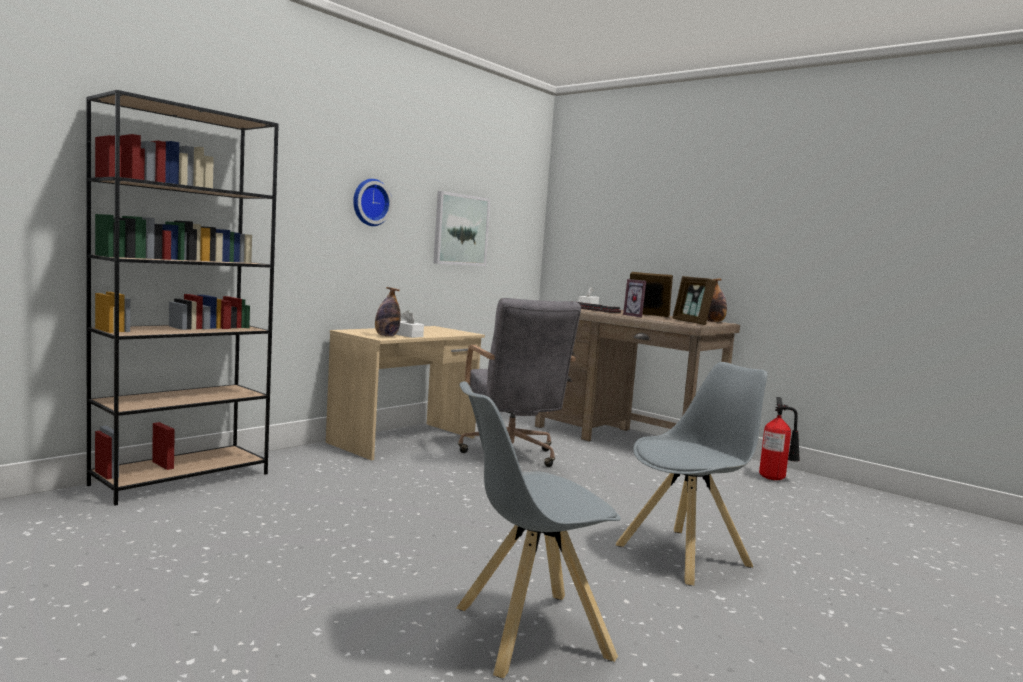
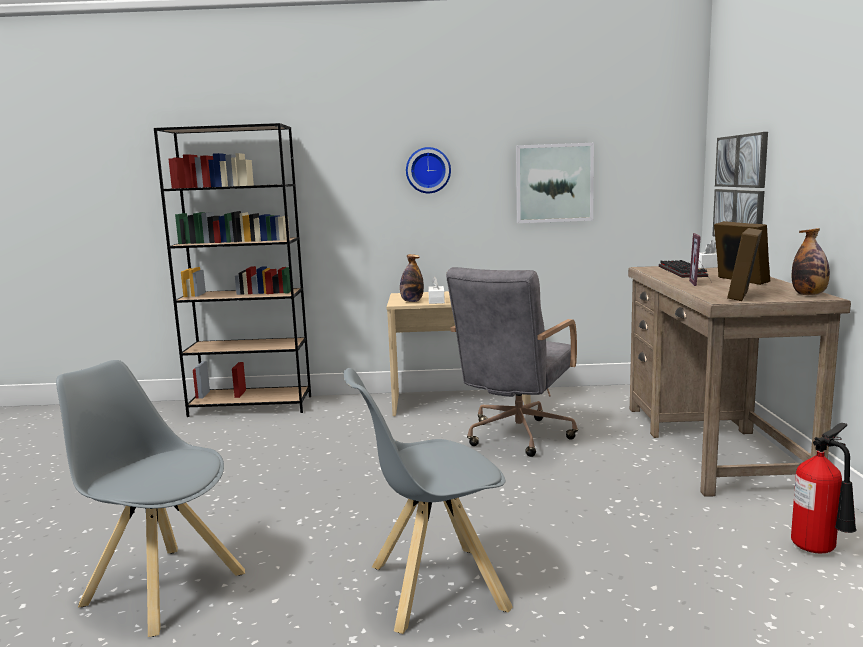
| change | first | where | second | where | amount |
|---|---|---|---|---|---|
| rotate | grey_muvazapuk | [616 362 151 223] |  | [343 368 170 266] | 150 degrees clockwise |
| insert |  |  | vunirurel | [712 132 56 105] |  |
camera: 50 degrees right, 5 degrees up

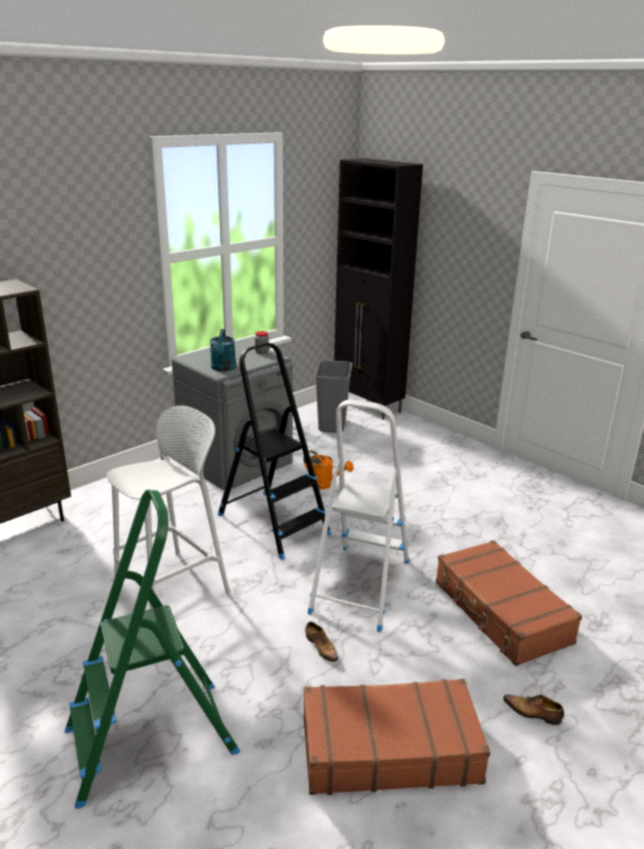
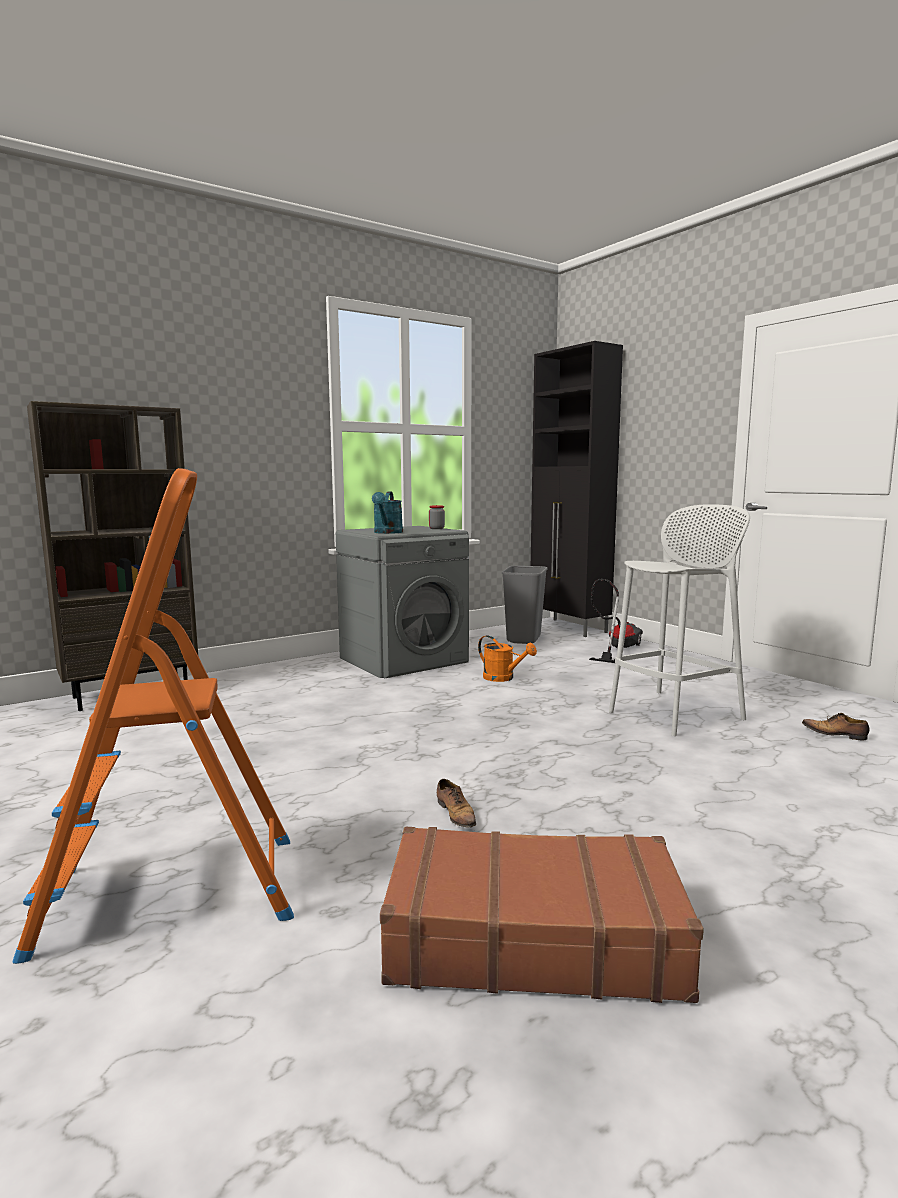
| change | first | where | second | where | amount |
|---|---|---|---|---|---|
| delete | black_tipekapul | [218 343 113 217] |  |  |  |
| delete | white_tipekapul | [308 400 101 232] |  |  |  |
| move | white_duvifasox | [107 406 123 203] |  | [609 504 141 232] |  |
| recolor | green_tipekapul | [65 489 175 320] | orange_tipekapul | [12 468 282 496] |  |
| delete | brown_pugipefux | [436 540 146 126] |  |  |  |
| move | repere | [503 694 61 31] |  | [802 713 68 28] |  |
| insert |  |  | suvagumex | [589 579 54 84] |  |
camera: 10 degrees right, 15 degrees down

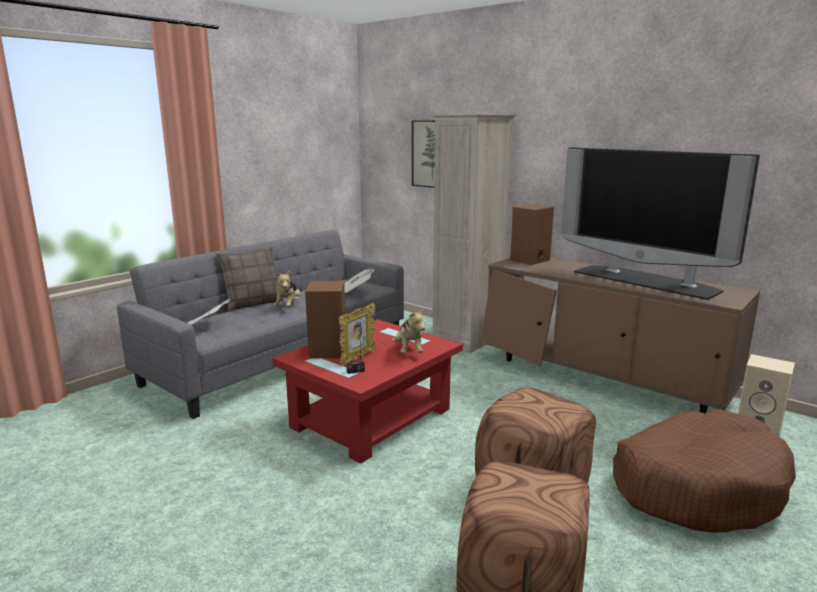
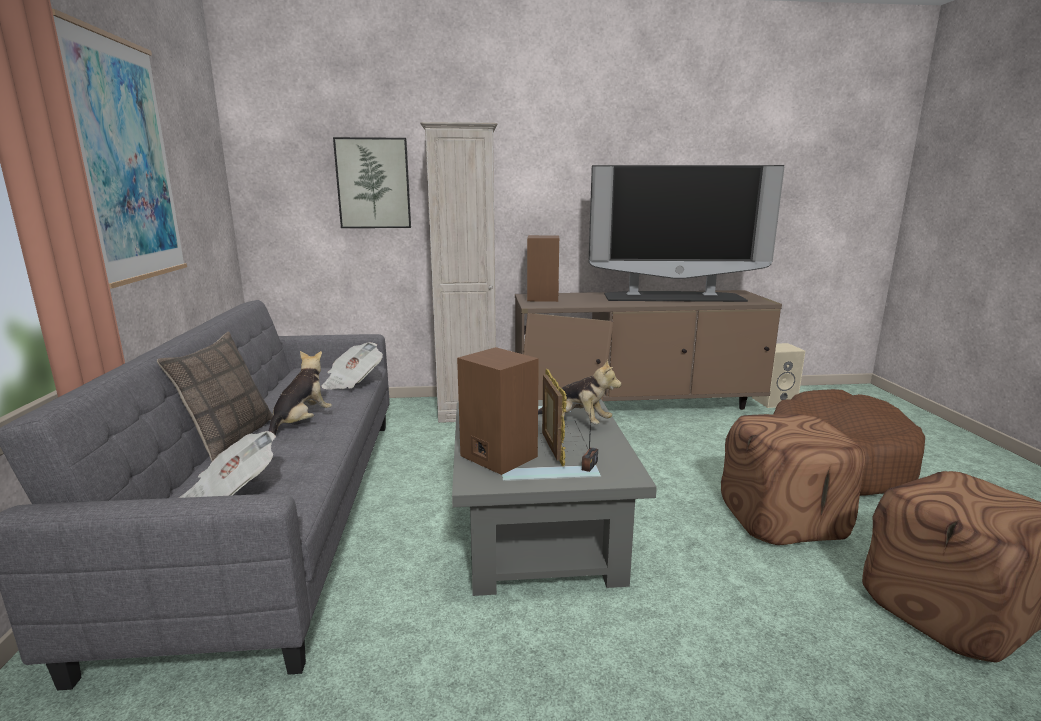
| change | first | where | second | where | amount |
|---|---|---|---|---|---|
| rotate | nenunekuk | [273 271 28 36] |  | [269 351 63 84] | 120 degrees counterclockwise |
| recolor | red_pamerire | [272 319 191 145] | grey_pamerire | [452 399 205 197] |  |
| insert |  |  | vunirurel | [52 9 135 280] |  |
camera: 45 degrees left, 0 degrees up

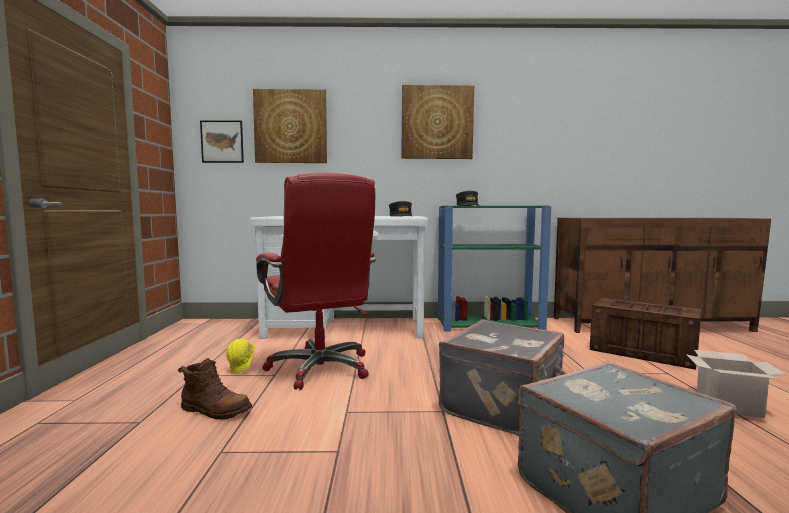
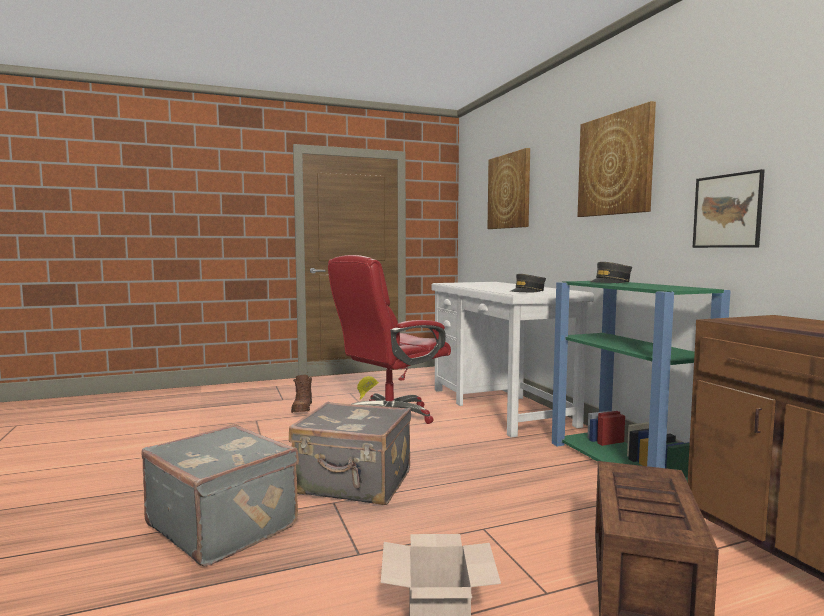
| change | first | where | second | where | amount |
|---|---|---|---|---|---|
| move | vunirurel | [200 120 44 43] |  | [693 169 72 79] |  |
camera: 70 degrees right, 0 degrees up

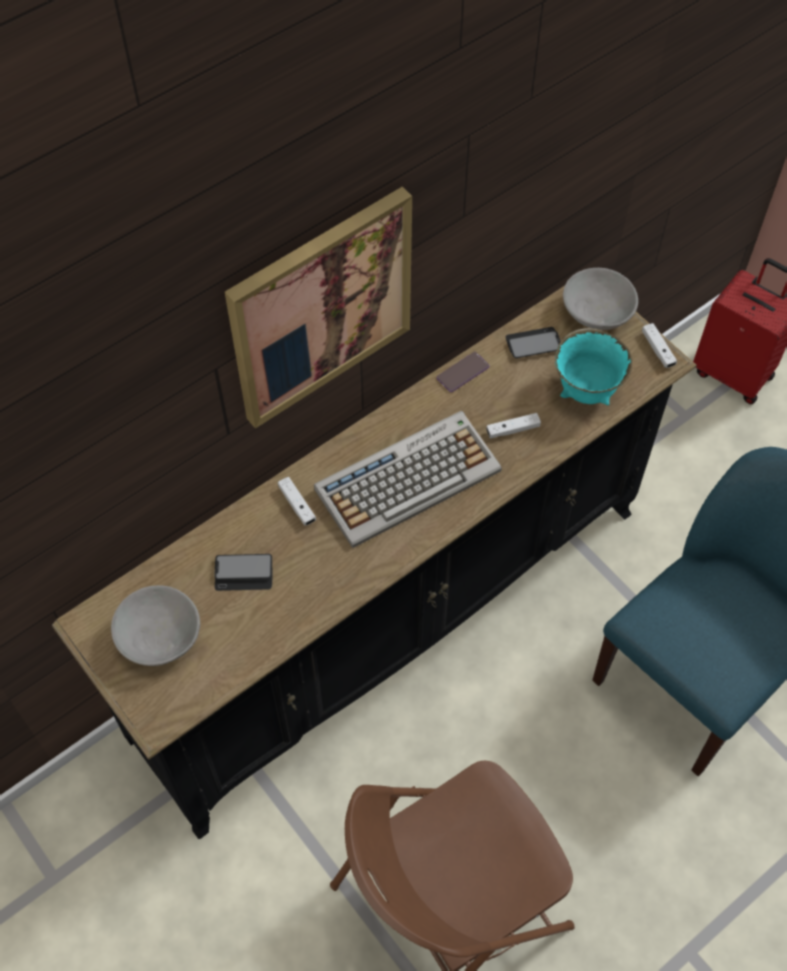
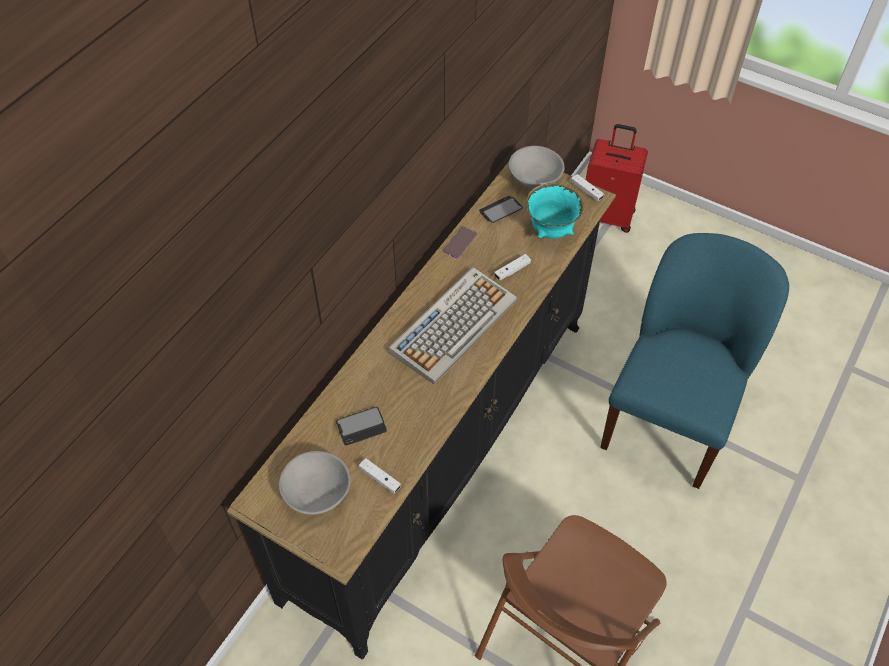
| change | first | where | second | where | amount |
|---|---|---|---|---|---|
| delete | vunirurel | [225 187 187 242] |  |  |  |
| move | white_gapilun | [278 477 38 49] |  | [359 458 42 36] |  |
camera: 20 degrees left, 5 degrees down

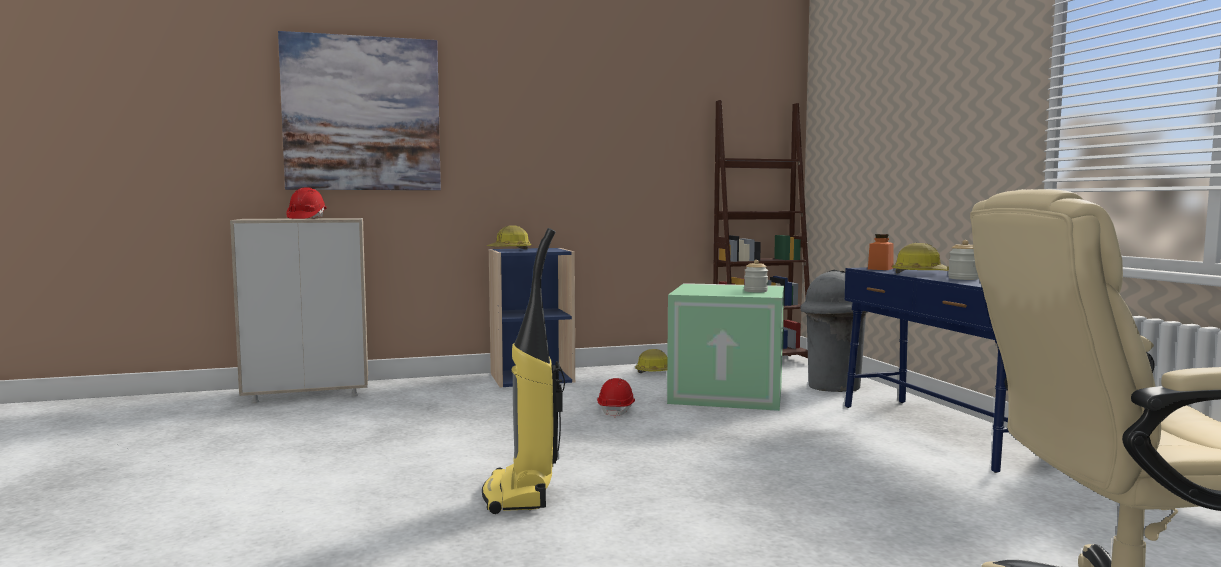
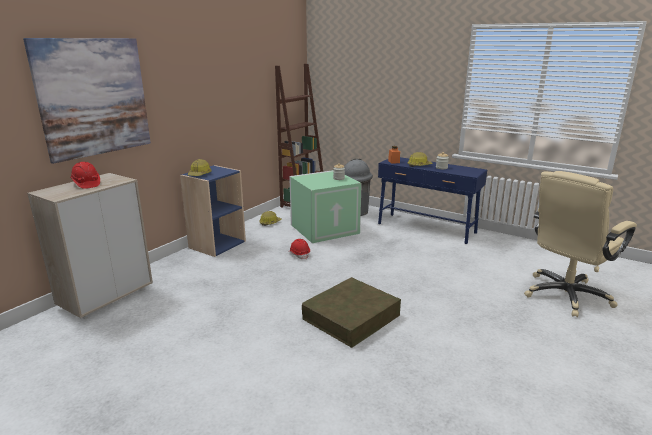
| change | first | where | second | where | amount |
|---|---|---|---|---|---|
| replace | suvagumex | [482 228 83 286] | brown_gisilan | [302 277 99 71] |  |
camera: 40 degrees left, 15 degrees up

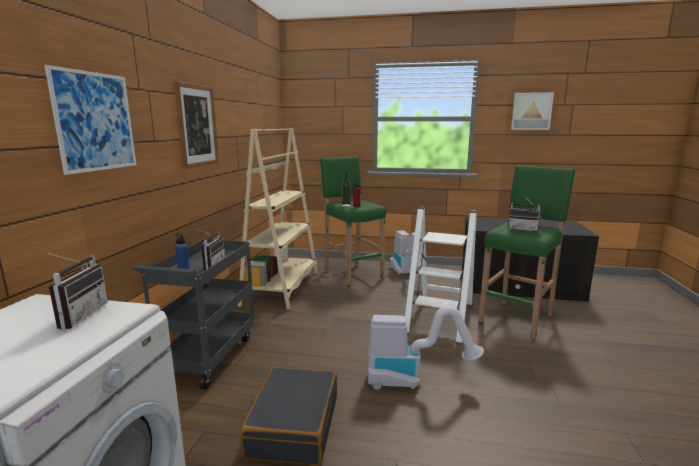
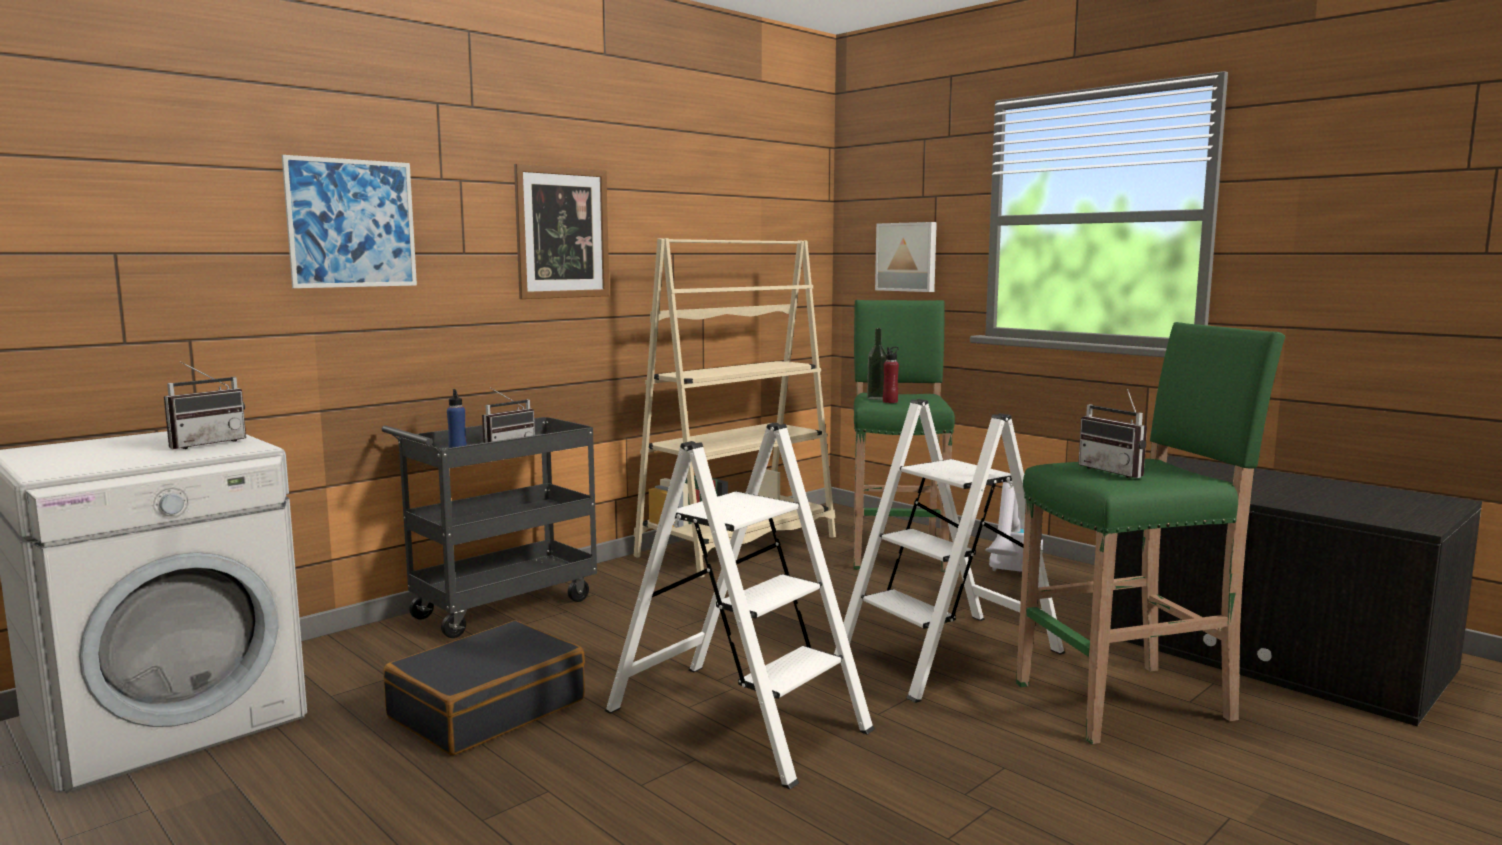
| change | first | where | second | where | amount |
|---|---|---|---|---|---|
| move | vunirurel | [511 92 43 38] |  | [875 222 62 70] |  |
| replace | suvagumex | [368 306 116 84] | white_tipekapul | [605 423 270 366] |  |
camera: 35 degrees right, 5 degrees down

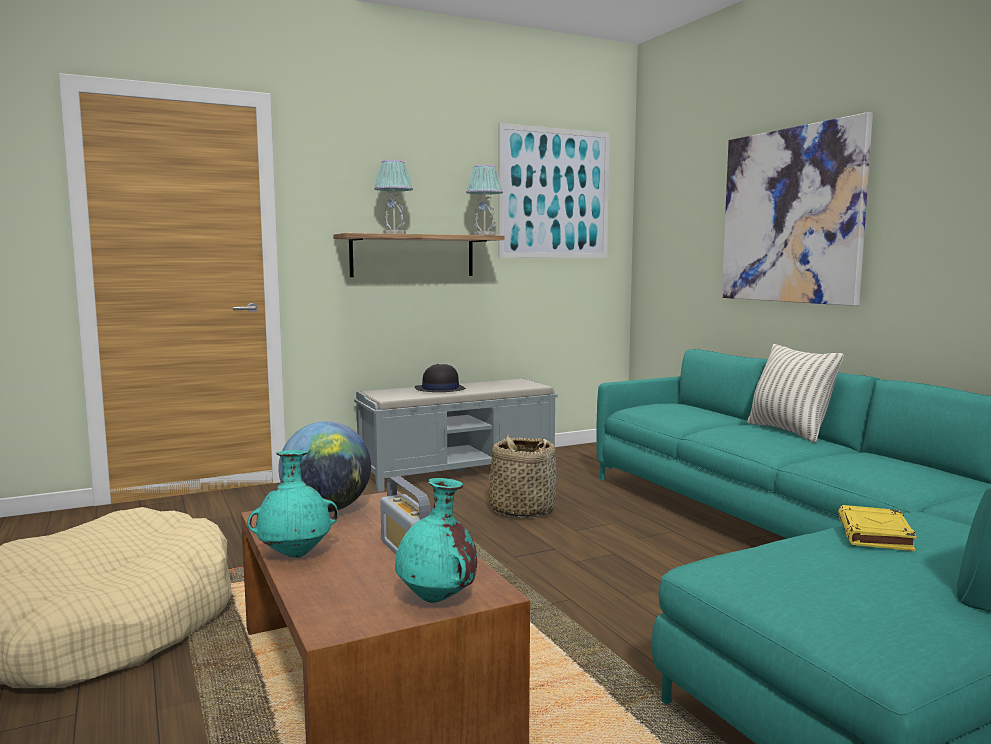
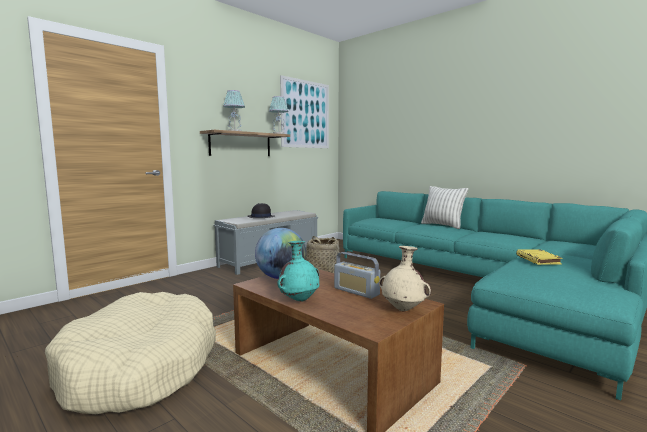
| change | first | where | second | where | amount |
|---|---|---|---|---|---|
| delete | vunirurel | [722 112 151 194] |  |  |  |
| recolor | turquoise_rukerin | [395 478 82 125] | beige_rukerin | [379 246 52 66] |  |
camera: 20 degrees left, 0 degrees up

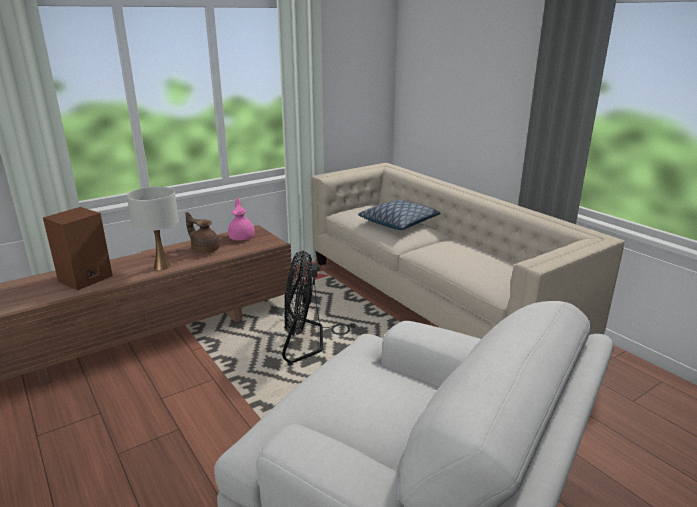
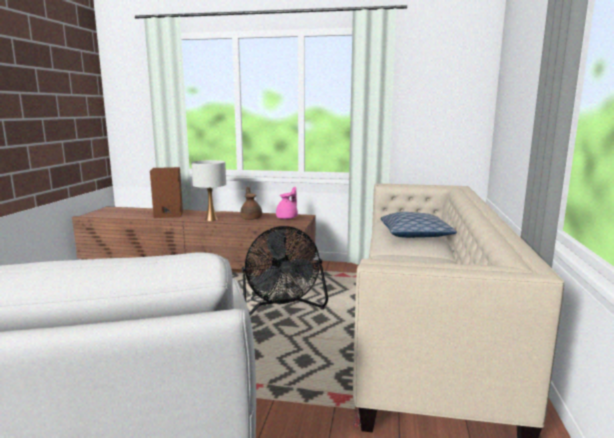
| change | first | where | second | where | amount |
|---|---|---|---|---|---|
| rotate | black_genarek | [282 250 75 116] |  | [242 226 86 90] | 150 degrees counterclockwise |
camera: 45 degrees right, 10 degrees down

